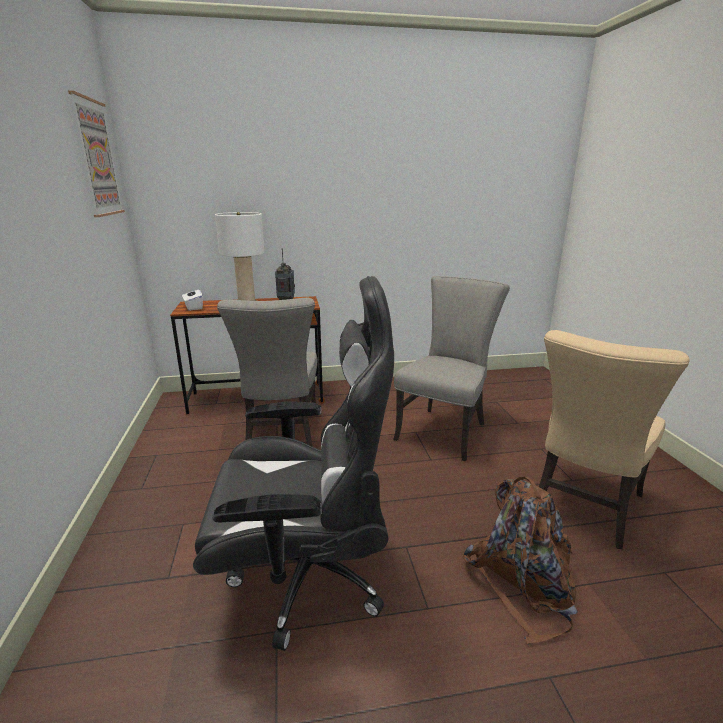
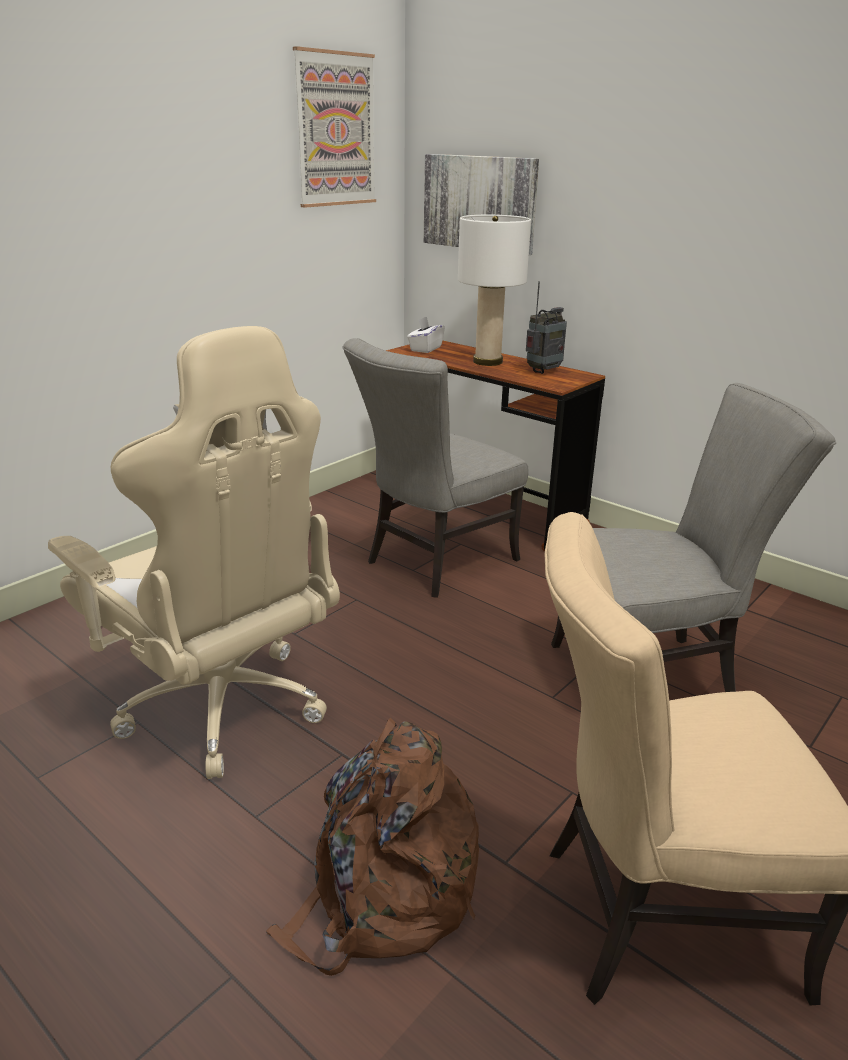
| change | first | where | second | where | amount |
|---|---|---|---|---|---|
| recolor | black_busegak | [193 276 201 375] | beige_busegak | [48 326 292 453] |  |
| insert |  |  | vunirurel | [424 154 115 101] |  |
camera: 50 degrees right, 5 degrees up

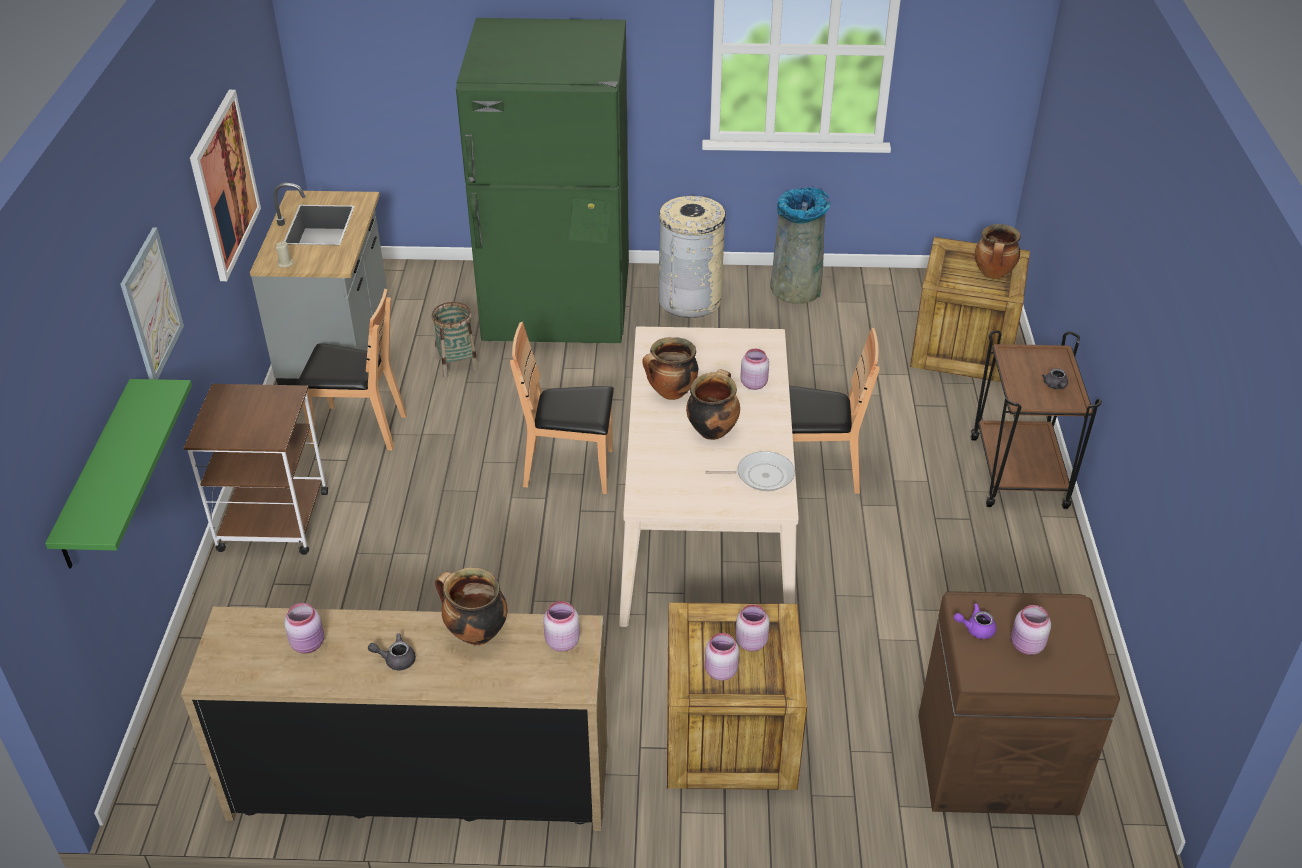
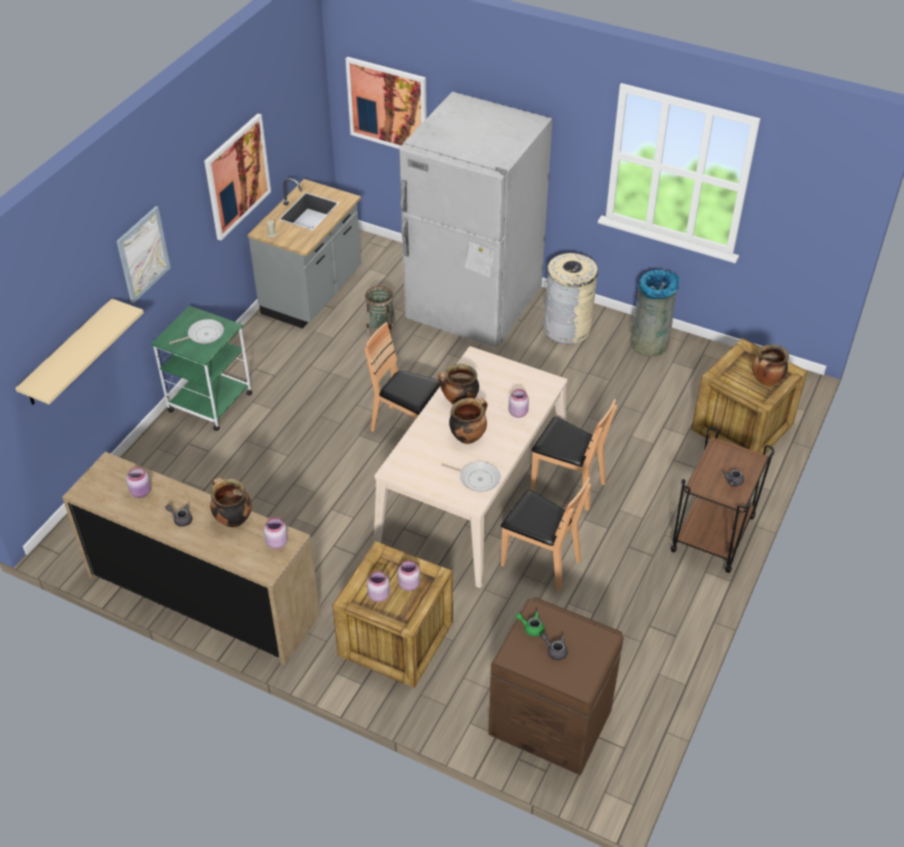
| change | first | where | second | where | amount |
|---|---|---|---|---|---|
| recolor | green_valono | [456 18 173 325] | white_valono | [399 92 154 255] |  |
| move | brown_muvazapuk | [296 289 111 162] |  | [501 477 90 114] |  |
| recolor | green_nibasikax | [45 379 147 190] | beige_nibasikax | [15 298 129 107] |  |
| recolor | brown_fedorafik | [184 384 144 171] | green_fedorafik | [151 306 101 125] |  |
| recolor | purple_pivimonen | [954 603 42 36] | green_pivimonen | [516 611 28 26] |  |
| replace | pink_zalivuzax | [1011 605 40 50] | grey_pivimonen | [540 633 28 27] |  |
| insert |  |  | vunirurel | [346 57 81 92] |  |
| insert |  |  | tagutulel | [169 319 55 25] |  |
camera: 25 degrees right, 5 degrees up

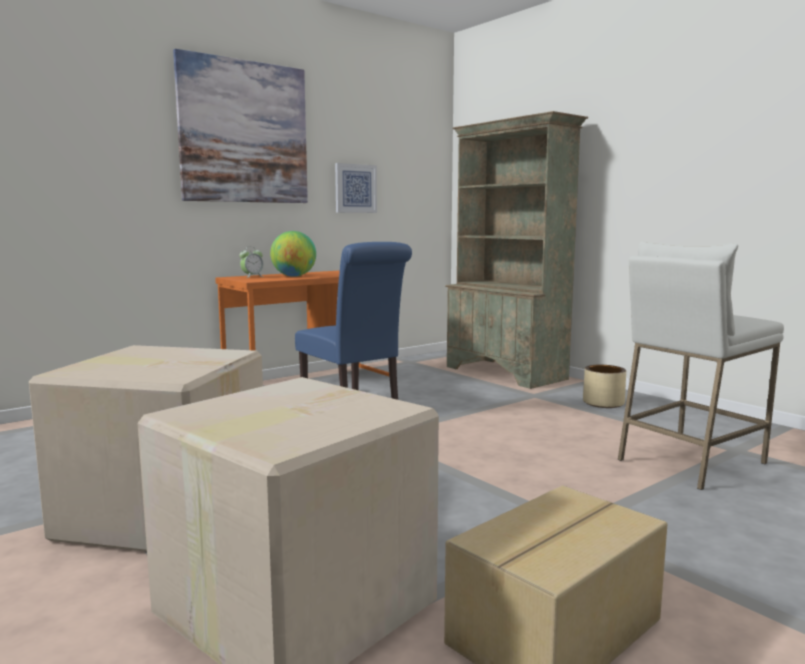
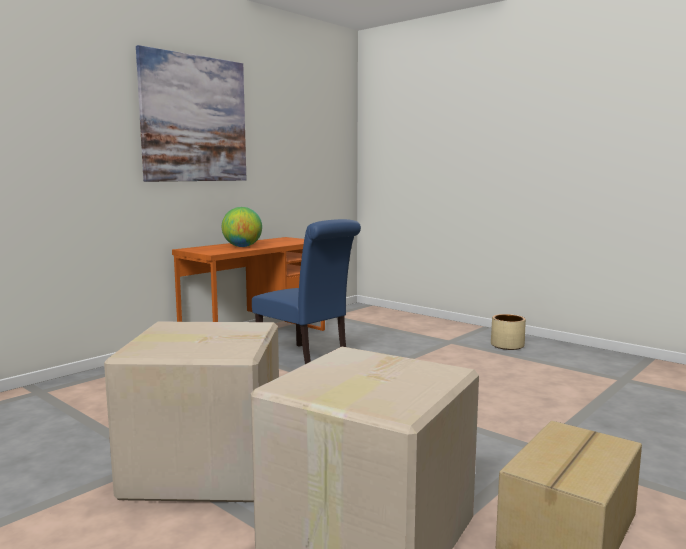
| change | first | where | second | where | amount |
|---|---|---|---|---|---|
| delete | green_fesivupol | [445 111 144 278] |  |  |  |
| delete | vunirurel | [335 163 42 50] |  |  |  |
| delete | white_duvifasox | [618 241 166 249] |  |  |  |
| delete | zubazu | [239 246 25 32] |  |  |  |
camera: 10 degrees left, 0 degrees up

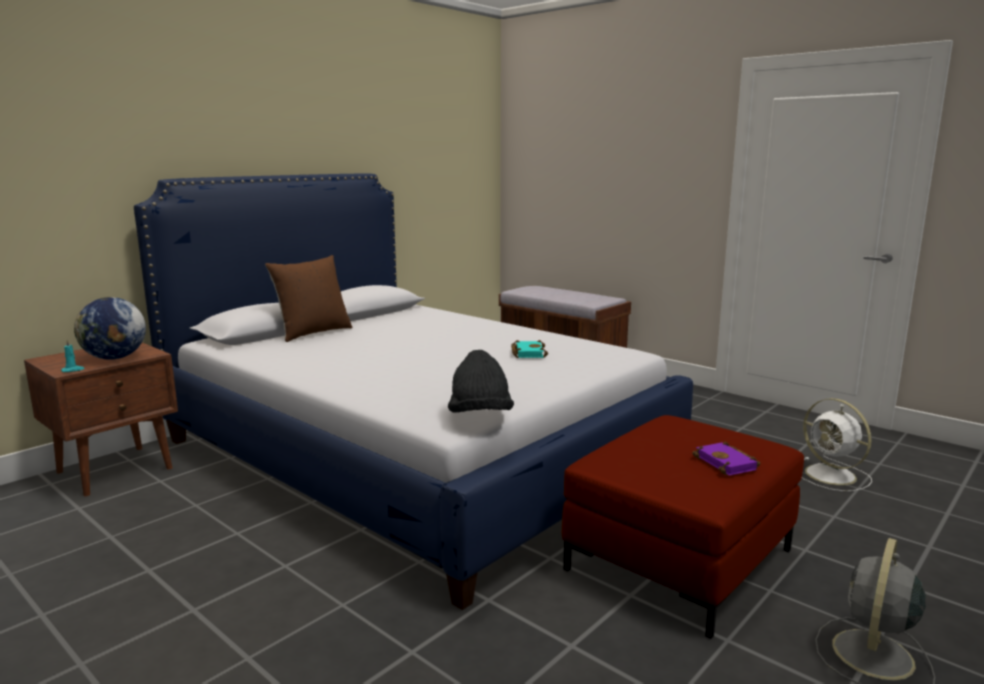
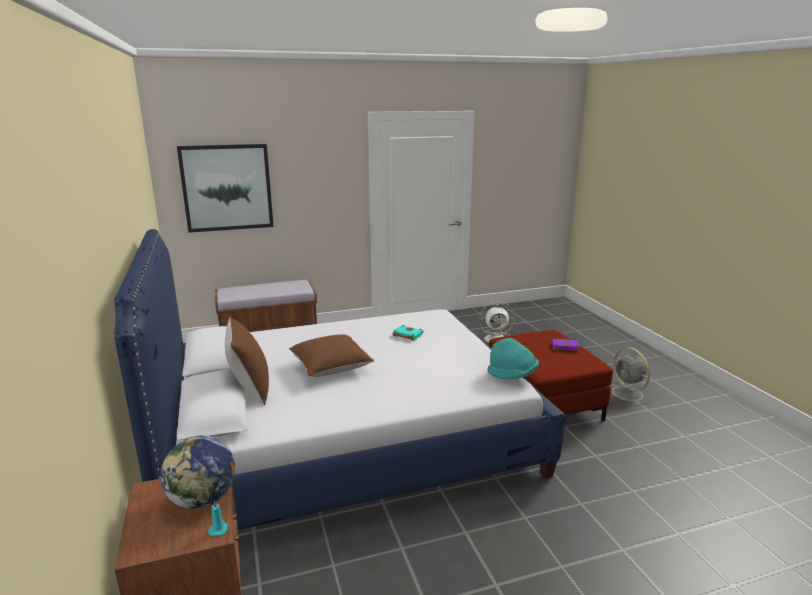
| change | first | where | second | where | amount |
|---|---|---|---|---|---|
| recolor | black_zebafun | [448 350 66 63] | turquoise_zebafun | [488 338 51 41] |  |
| insert |  |  | vunirurel | [177 144 97 89] |  |
| insert |  |  | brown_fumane | [289 334 85 43] |  |
camera: 60 degrees left, 5 degrees up

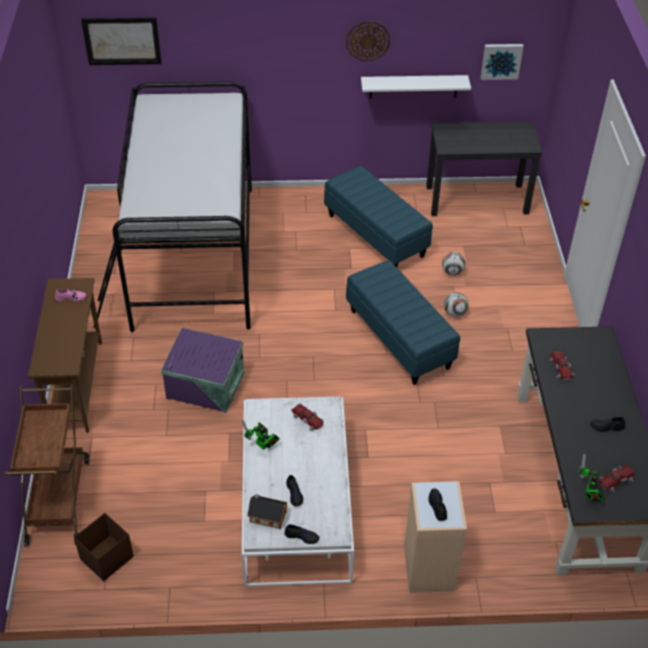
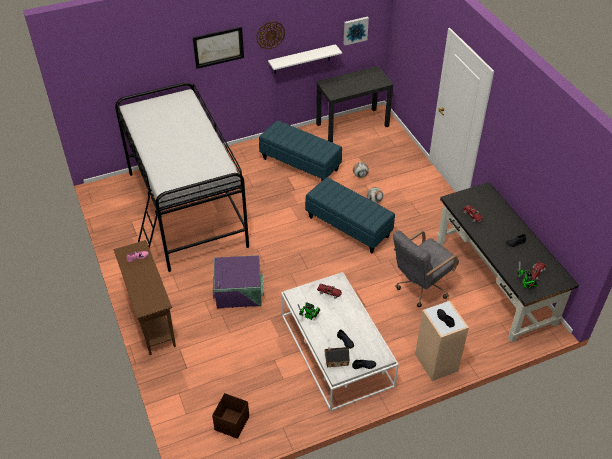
| change | first | where | second | where | amount |
|---|---|---|---|---|---|
| move | vunirurel | [81 18 81 47] |  | [192 27 52 42] |  |
| delete | brown_fedorafik | [4 385 85 161] |  |  |  |
| insert |  |  | grey_busegak | [393 230 66 77] |  |
camera: 20 degrees left, 0 degrees up

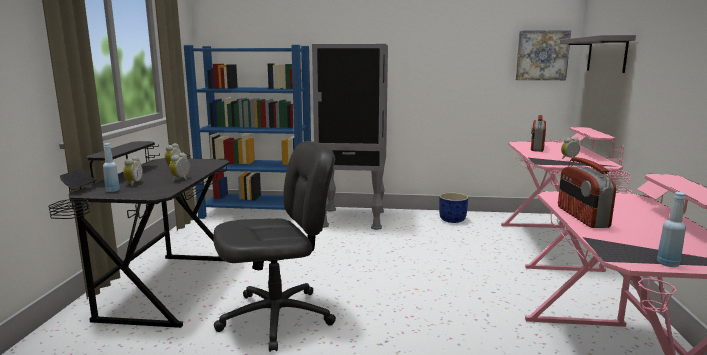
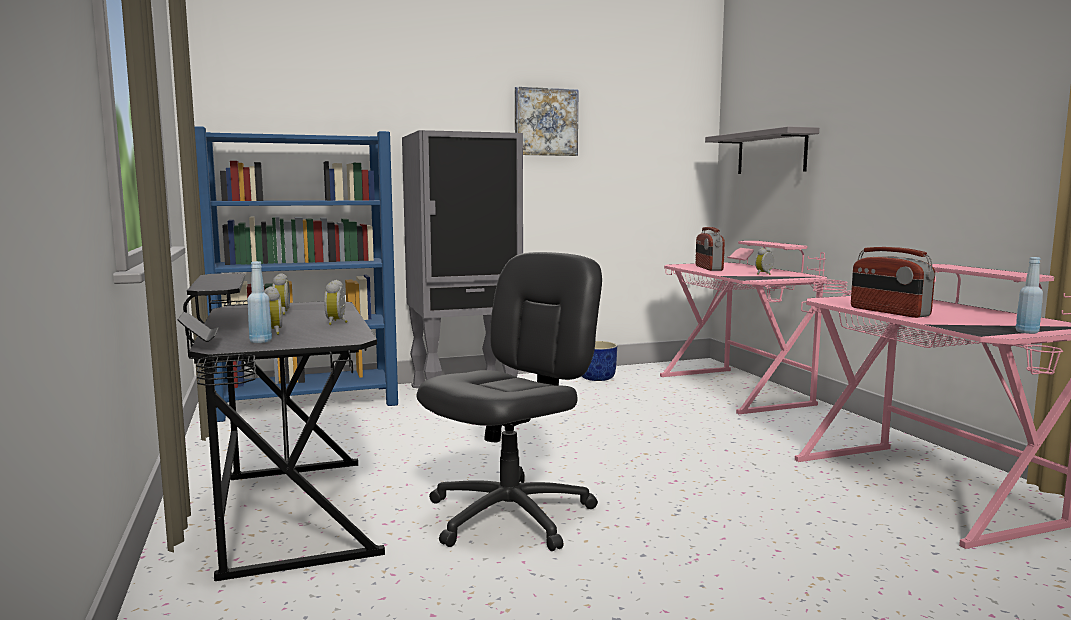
| change | first | where | second | where | amount |
|---|---|---|---|---|---|
| move | vunirurel | [516 30 55 50] |  | [515 87 63 69] |  |
camera: 25 degrees left, 5 degrees down

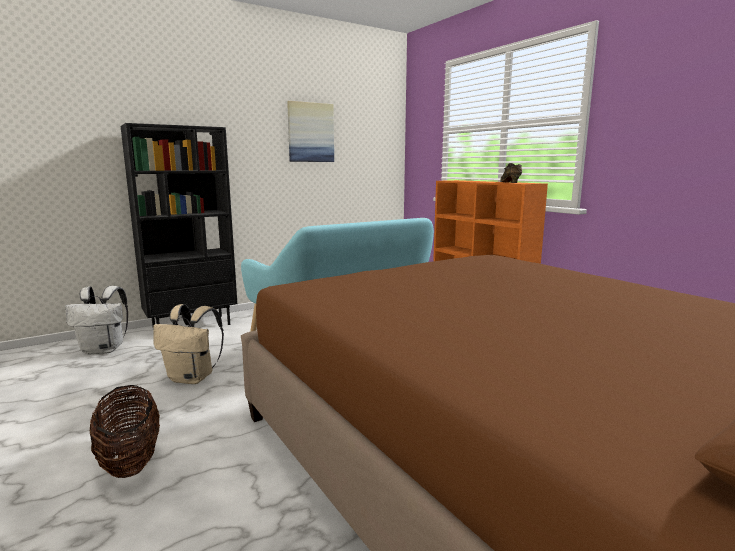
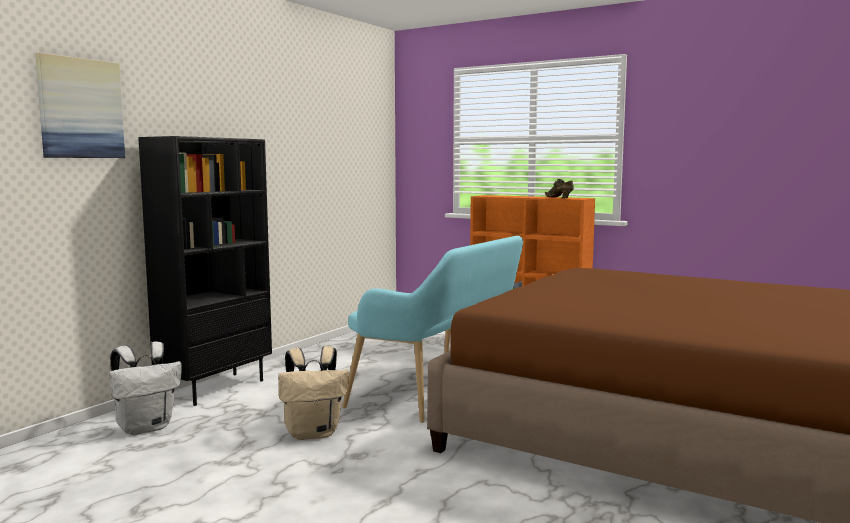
| change | first | where | second | where | amount |
|---|---|---|---|---|---|
| move | vunirurel | [287 101 47 61] |  | [35 53 90 105] |  |
| delete | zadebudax | [90 385 70 93] |  |  |  |
camera: 25 degrees left, 5 degrees down

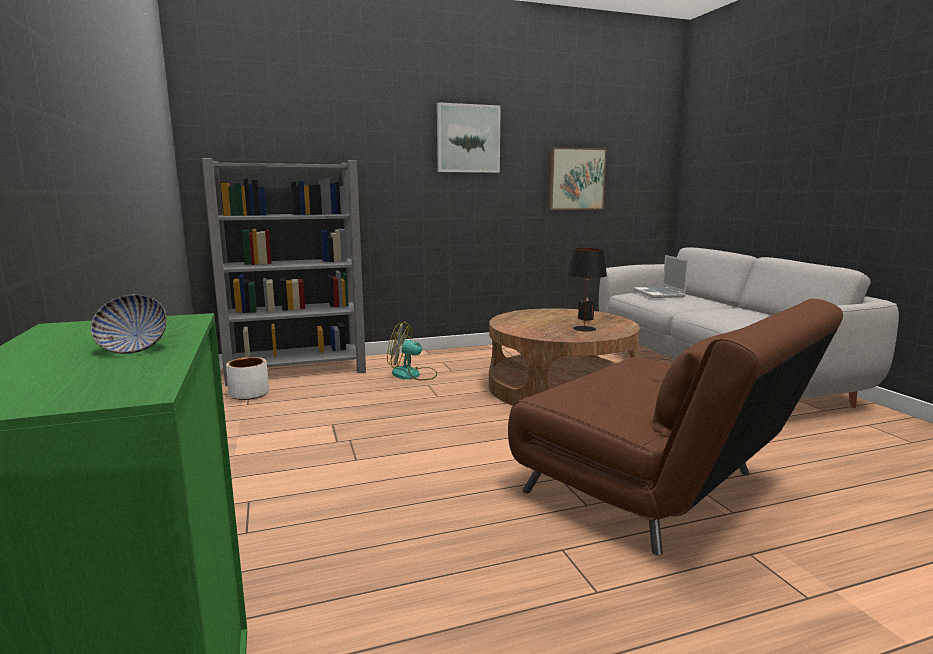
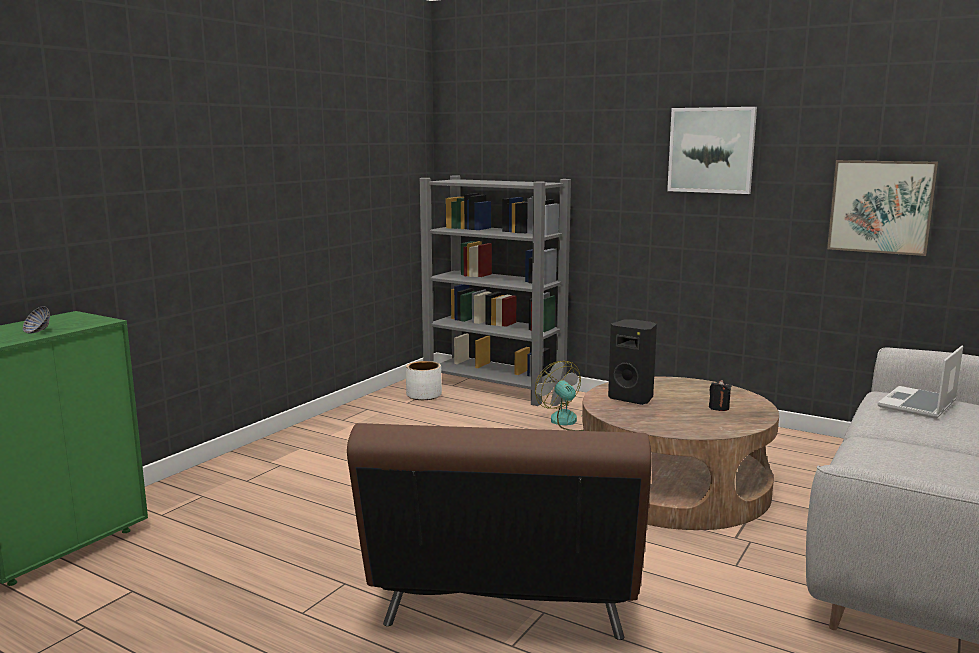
| change | first | where | second | where | amount |
|---|---|---|---|---|---|
| delete | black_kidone | [567 248 40 84] |  |  |  |
| insert |  |  | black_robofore | [608 320 49 85] |  |
camera: 50 degrees right, 0 degrees up

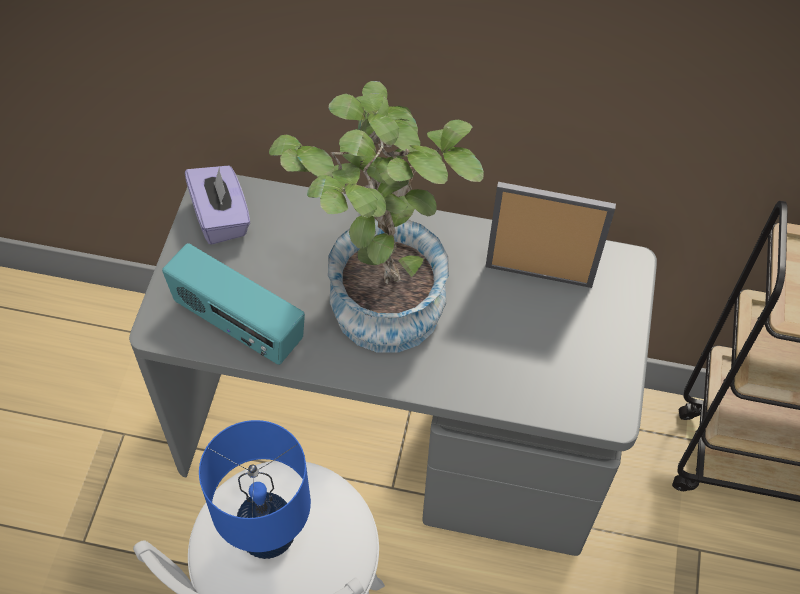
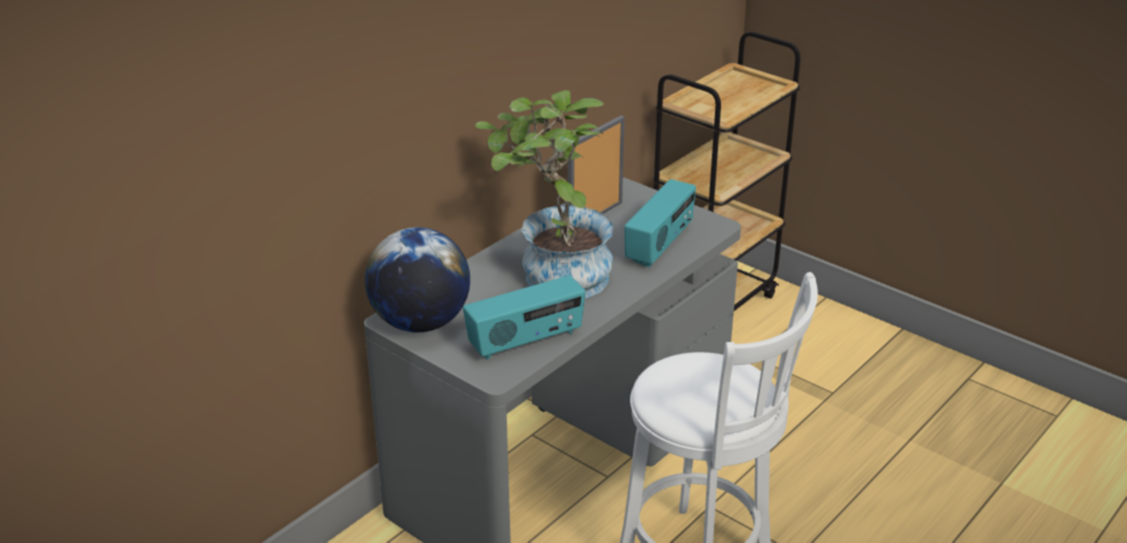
| change | first | where | second | where | amount |
|---|---|---|---|---|---|
| replace | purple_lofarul | [185 166 65 79] | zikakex | [365 227 105 105] |  |
| delete | blue_kidone | [199 420 112 139] |  |  |  |
| insert |  |  | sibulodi | [624 179 72 89] |  |
camera: 60 degrees left, 25 degrees down

